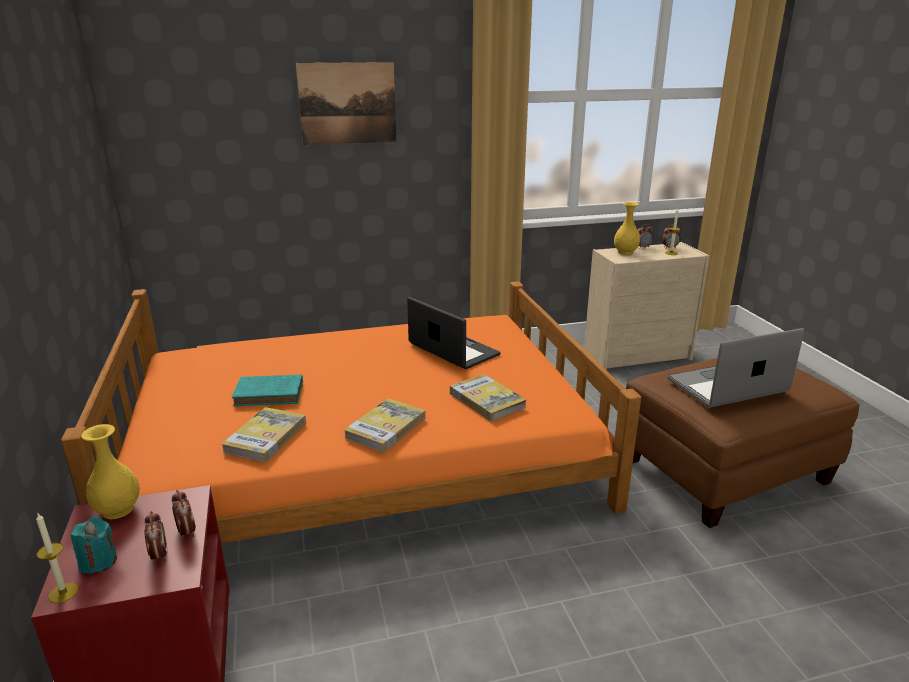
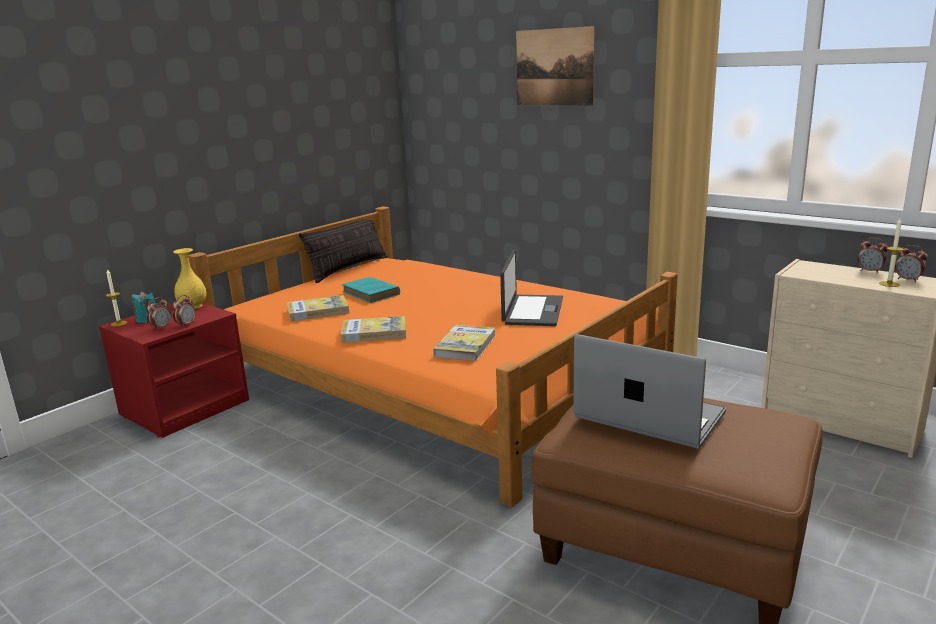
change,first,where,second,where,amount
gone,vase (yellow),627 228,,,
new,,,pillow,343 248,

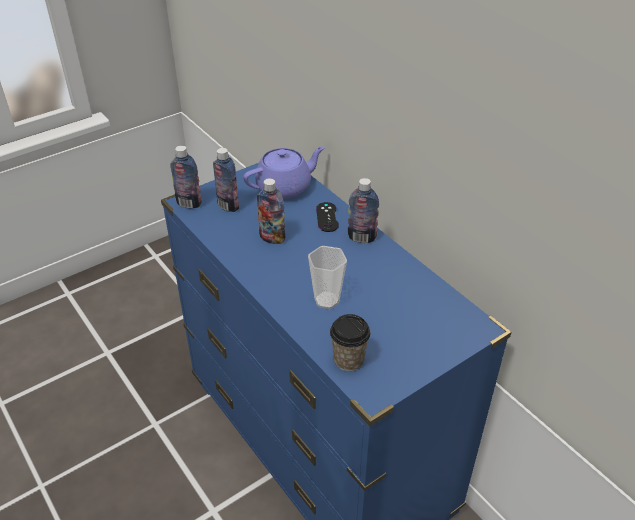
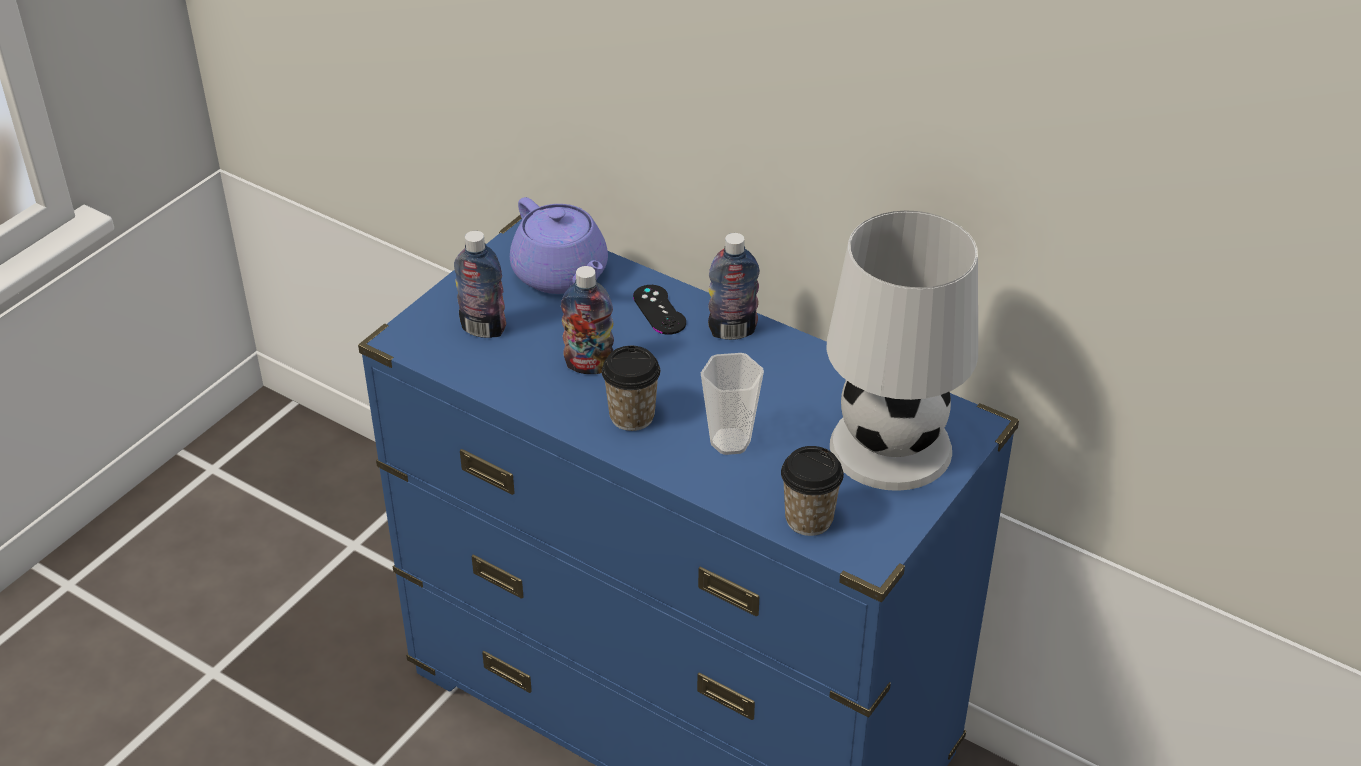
change,first,where,second,where,amount
gone,bottle,186 176,,,
rotated,teapot (purple),284 172,,559 245,105 degrees clockwise
new,,,table lamp (white),902 350,
new,,,cup,631 388,

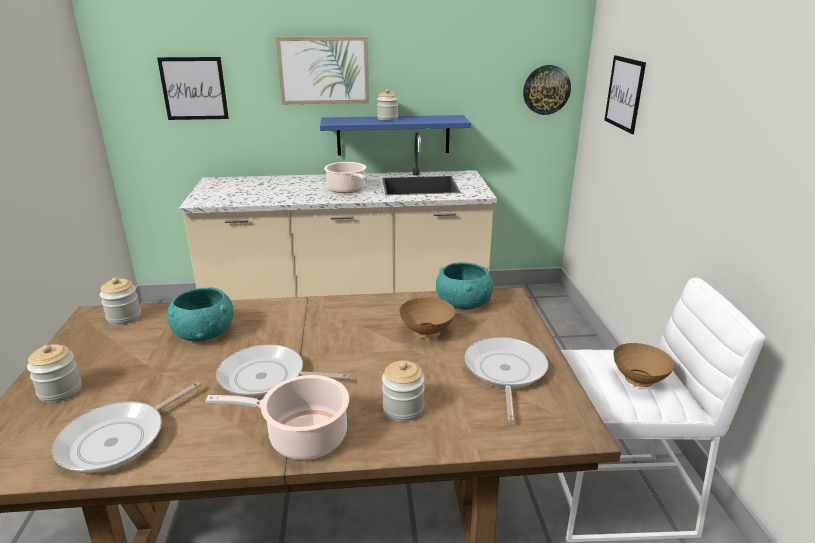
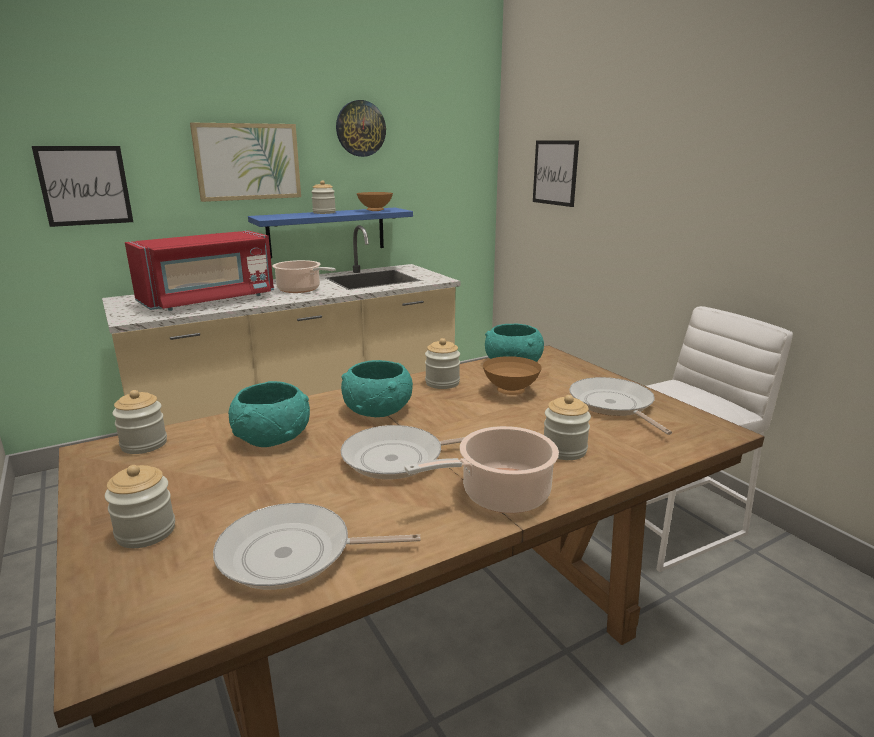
change,first,where,second,where,amount
shifted,wall clock,547 90,,361 128,
shifted,bowl (brown),644 365,,375 201,
rotated,frying pan,126 427,,317 546,75 degrees clockwise
new,,,microwave (red),199 271,
new,,,jar,442 363,
new,,,bowl (turquoise),377 388,

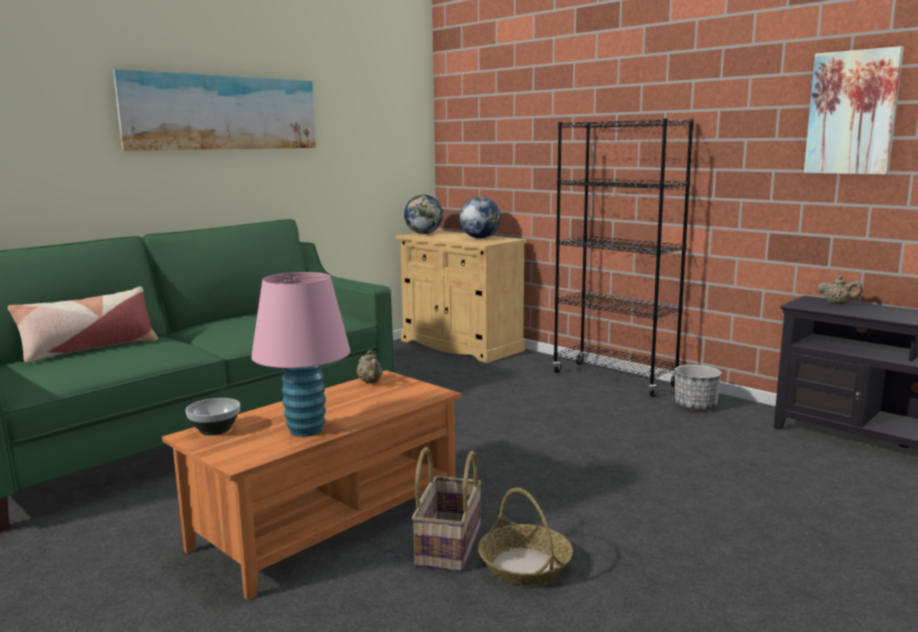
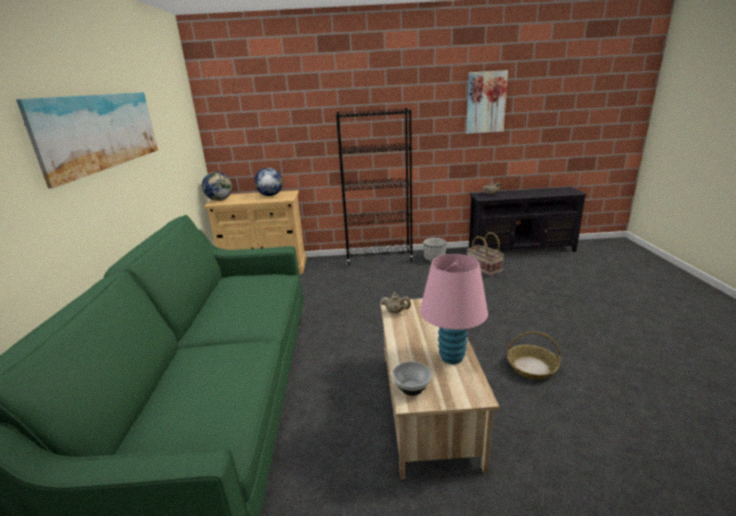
change,first,where,second,where,amount
gone,pillow,83 325,,,
repainted,coffee table (orange),312 485,coffee table (beige),439 388,
shifted,basket,447 509,,485 254,

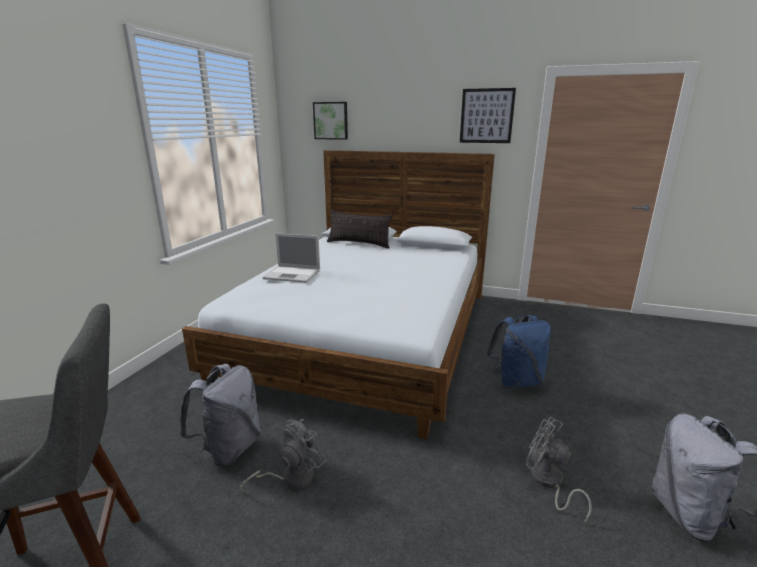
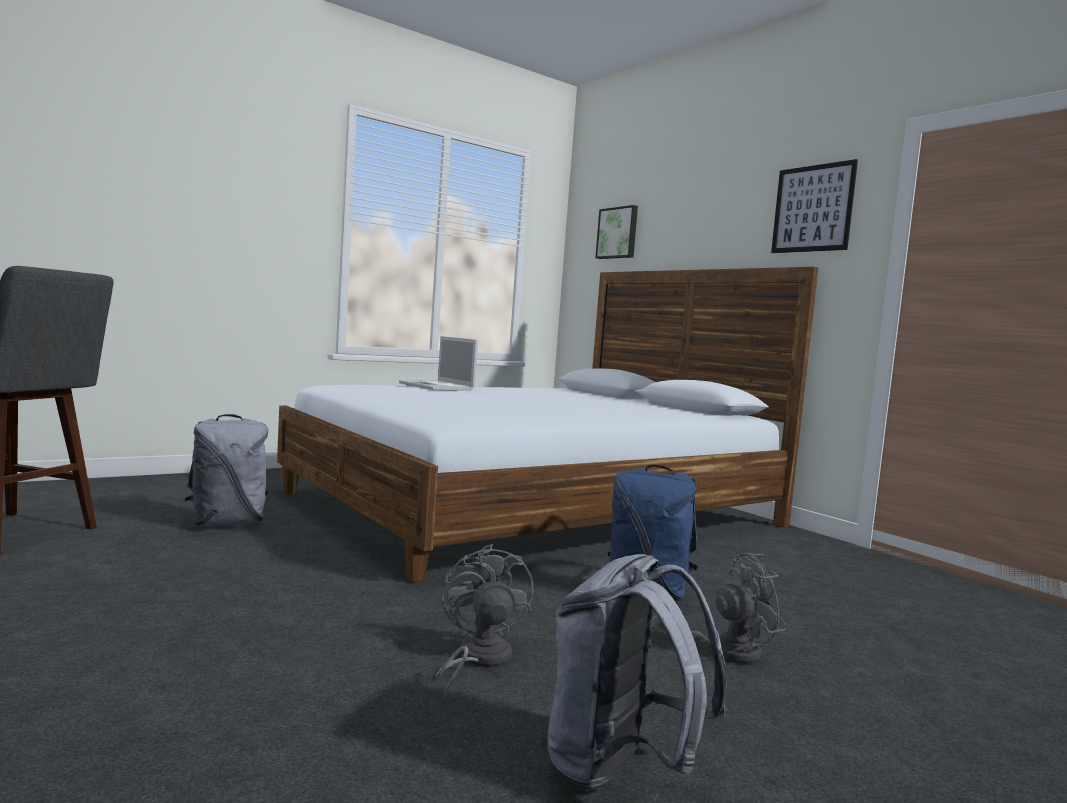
change,first,where,second,where,amount
gone,pillow,360 229,,,
shifted,fan (grey),283 455,,718 608,

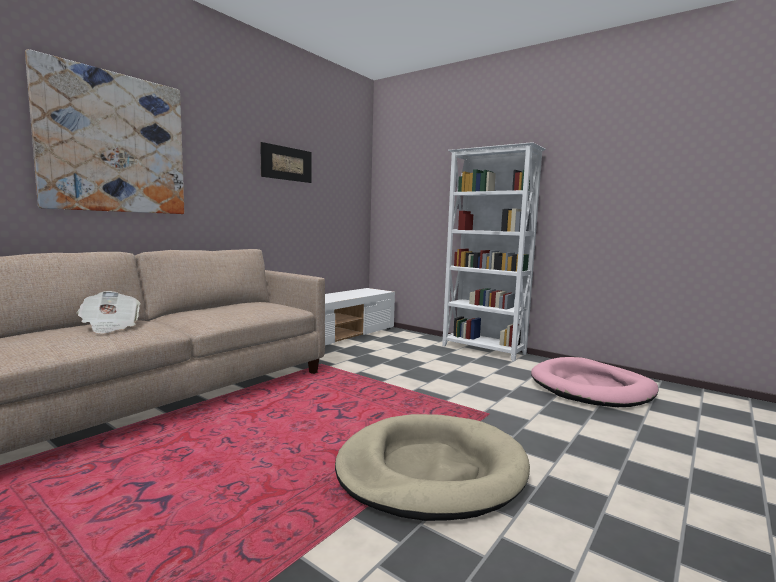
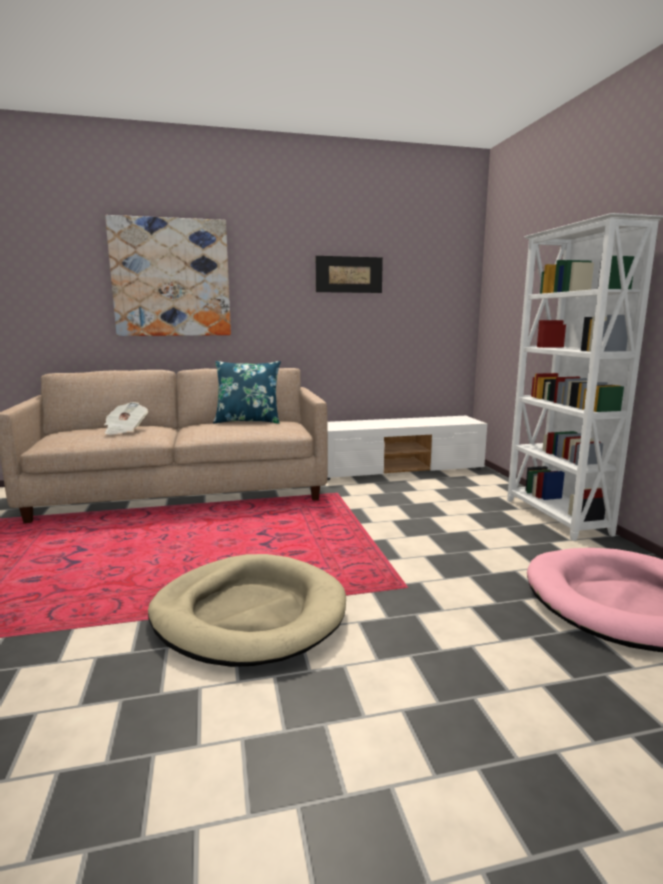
change,first,where,second,where,amount
new,,,pillow (blue),247 392,

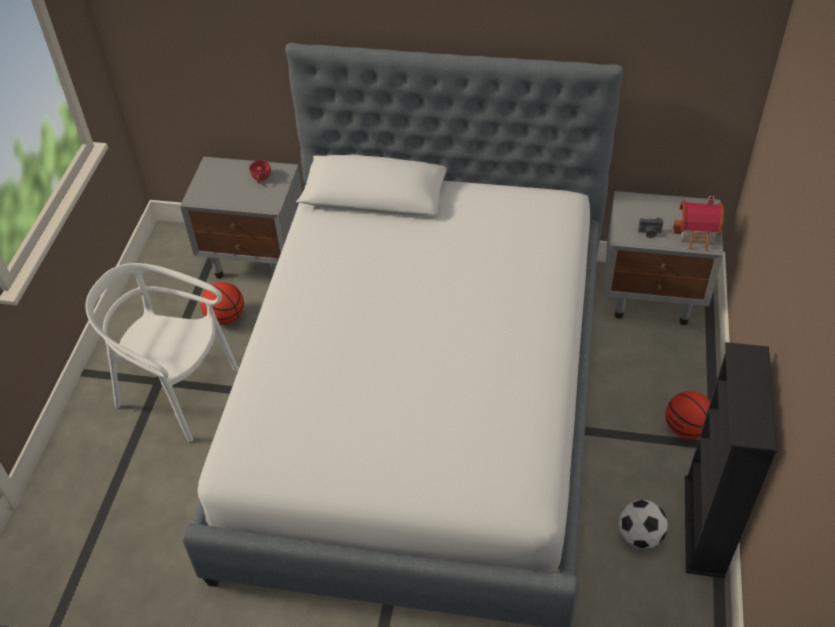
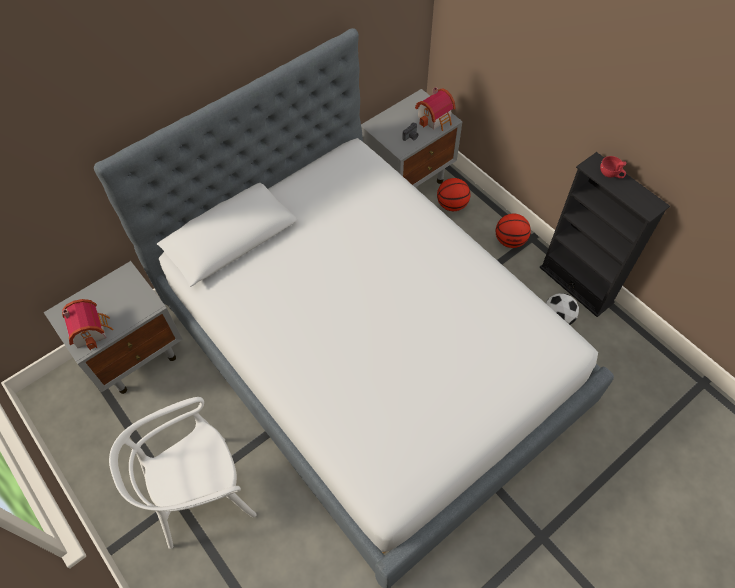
change,first,where,second,where,amount
shifted,cup (red),260 172,,613 167,
shifted,basketball,222 303,,453 194,
new,,,toy house,87 324,

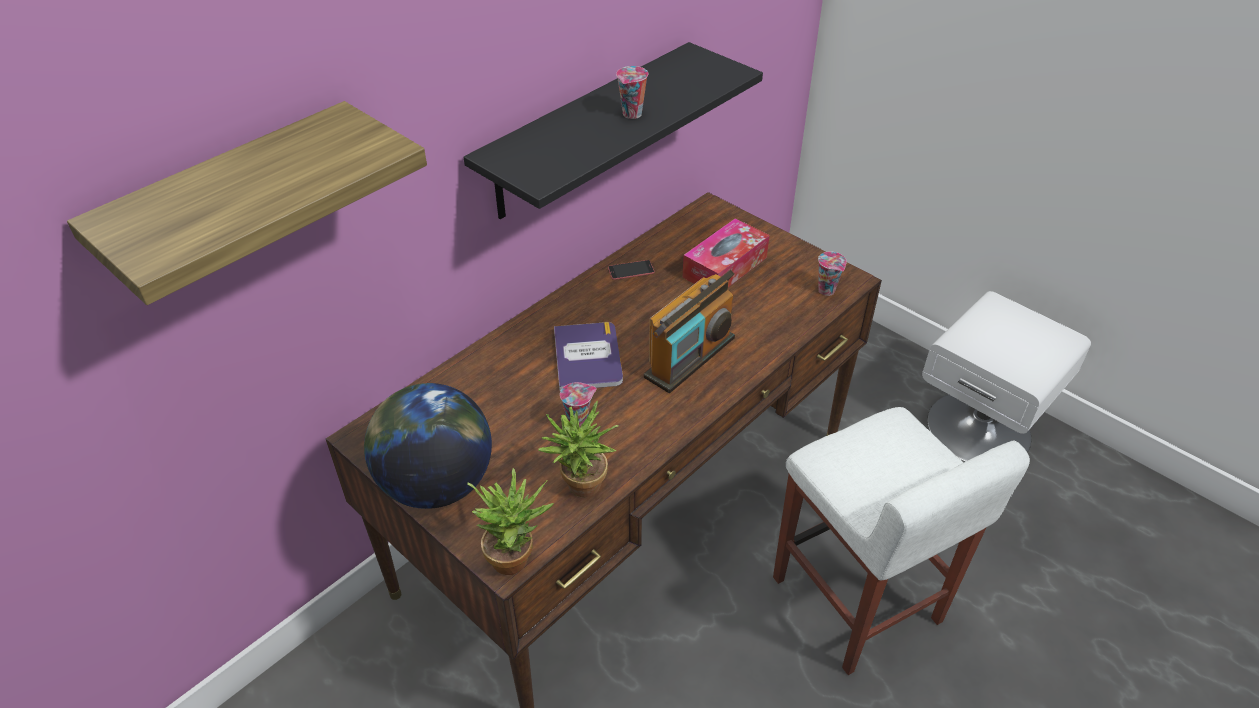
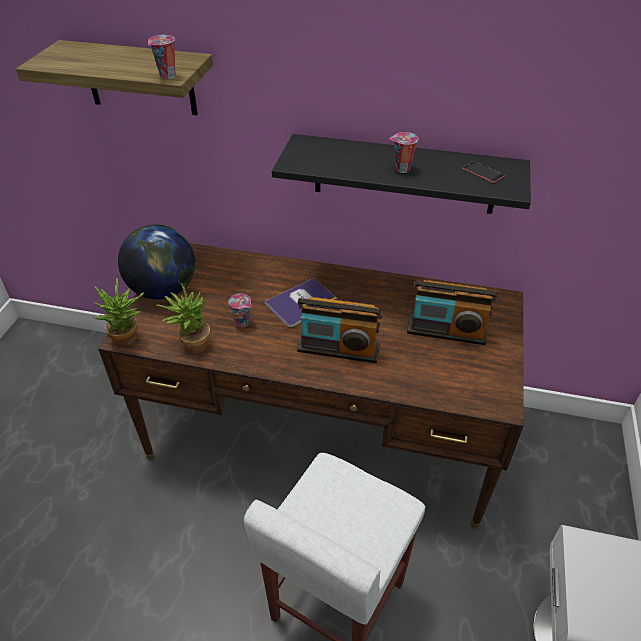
change,first,where,second,where,amount
swapped,tissue box,726 252,radio,452 312,
shifted,cup,832 274,,161 57,
shifted,phone,631 270,,483 172,

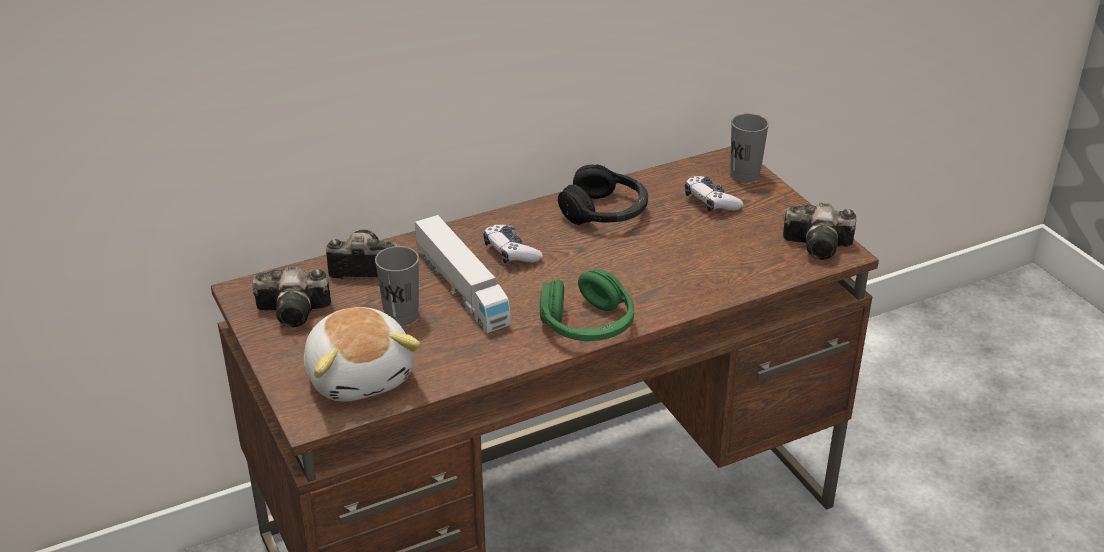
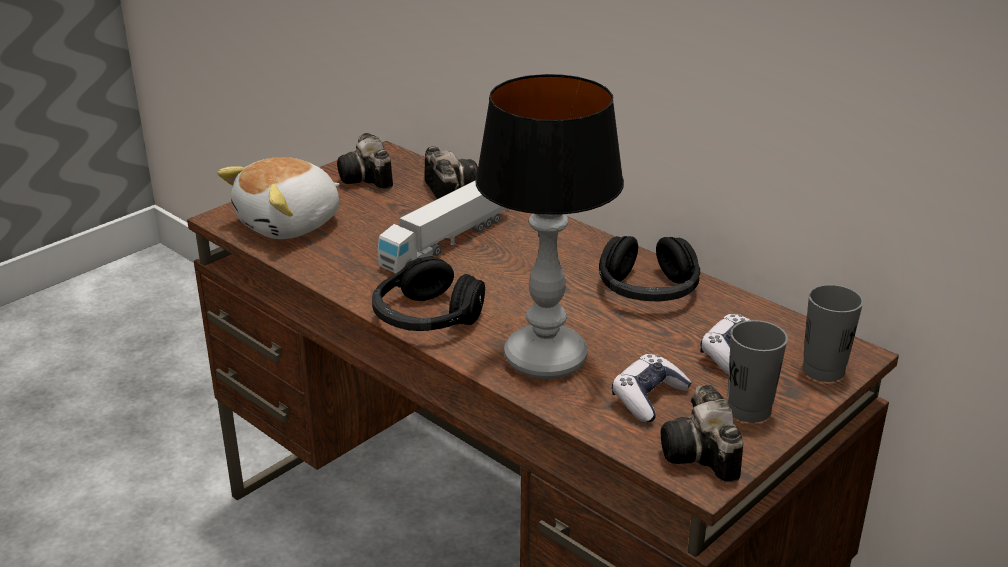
change,first,where,second,where,amount
shifted,game controller,513 244,,652 388,
shifted,cup (grey),397 286,,758 371,
repainted,headphones (green),587 305,headphones (black),428 294,
new,,,table lamp,549 226,

